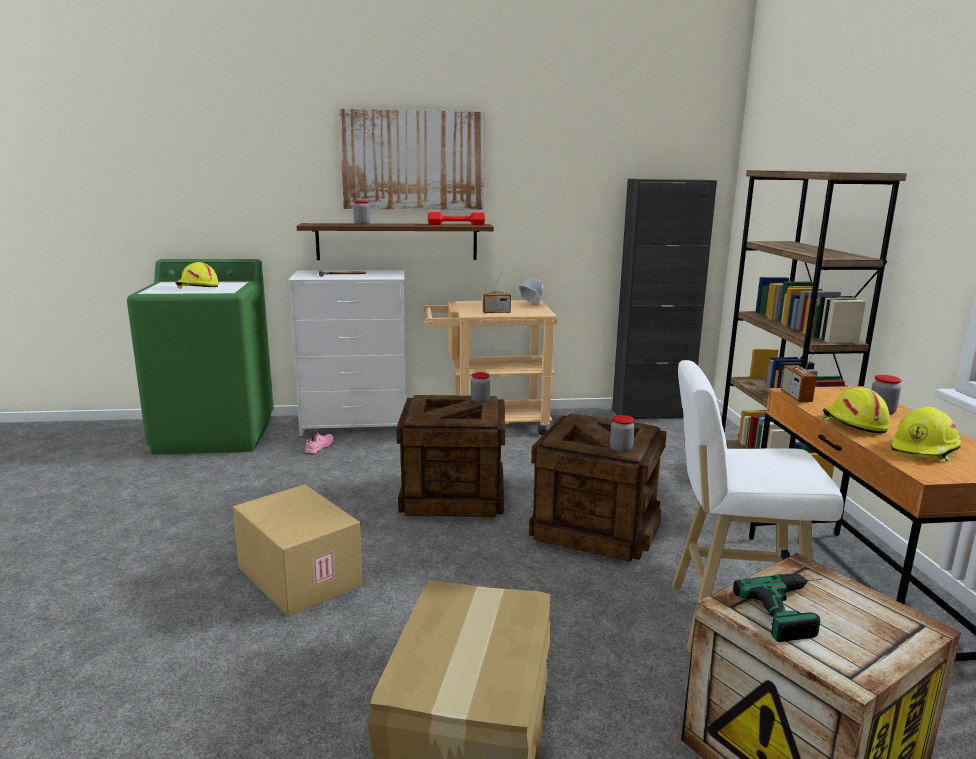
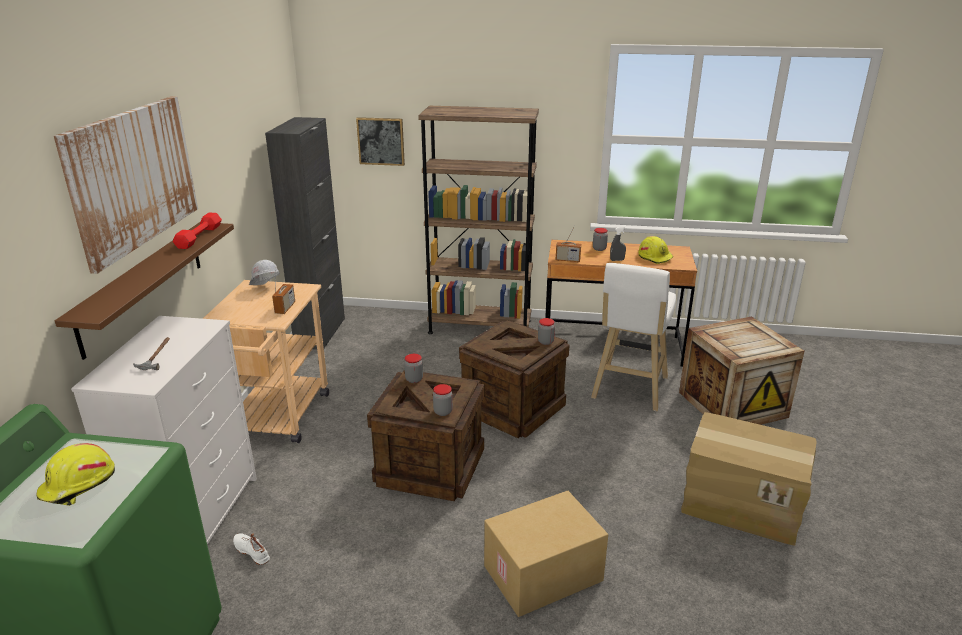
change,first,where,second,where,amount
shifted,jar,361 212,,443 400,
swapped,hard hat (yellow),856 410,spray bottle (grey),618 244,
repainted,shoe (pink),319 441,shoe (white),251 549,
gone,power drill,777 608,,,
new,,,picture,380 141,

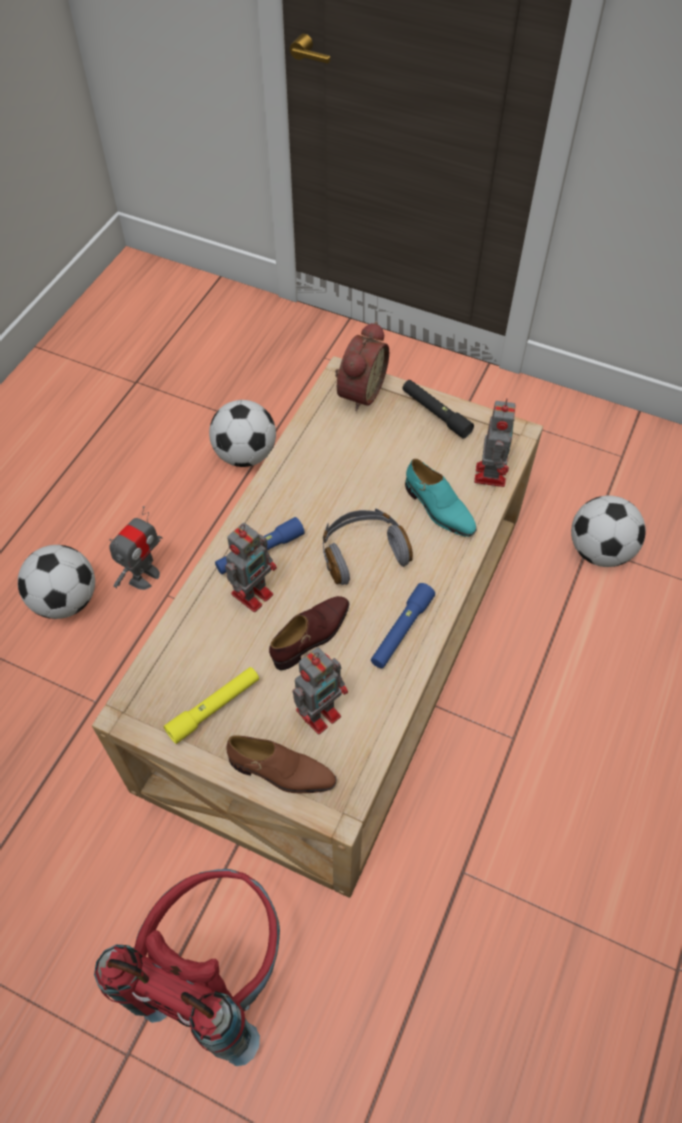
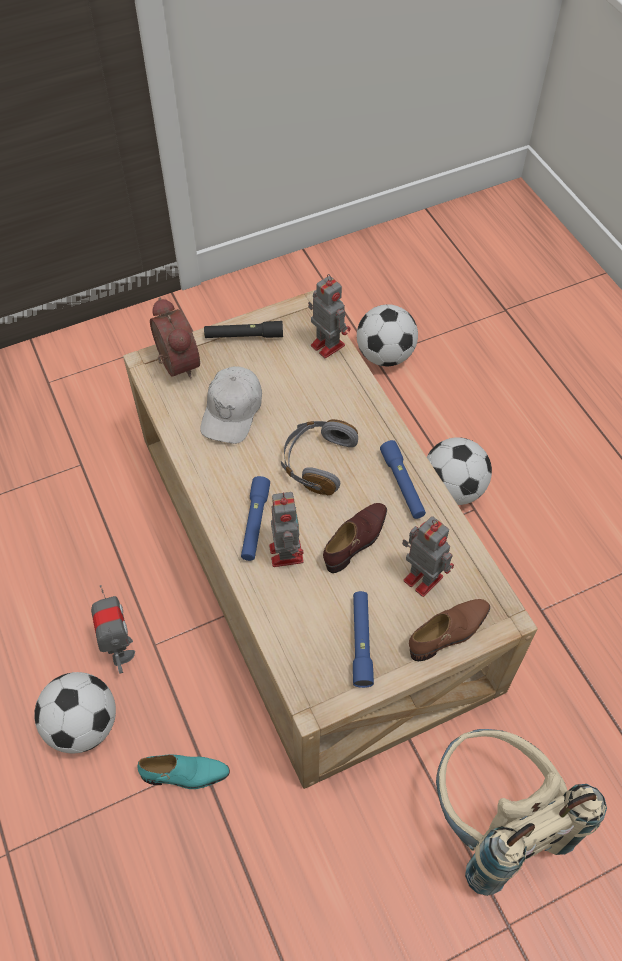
change,first,where,second,where,amount
shifted,football,242 433,,459 471,
shifted,shoe (turquoise),441 498,,184 771,
rotated,shoe (brown),309 633,,355 538,45 degrees clockwise
rotated,toy robot,320 690,,428 556,45 degrees counterclockwise
repainted,flashlight (yellow),211 705,flashlight (blue),363 639,
repainted,backpack (red),187 967,backpack (beige),521 812,
new,,,cap (white),231 405,

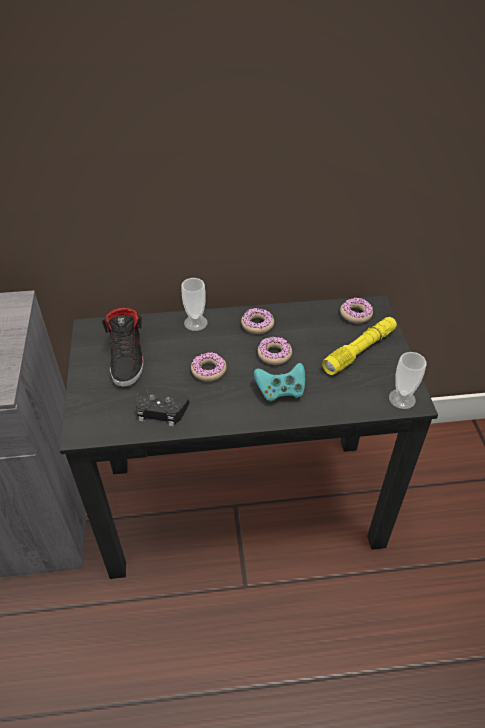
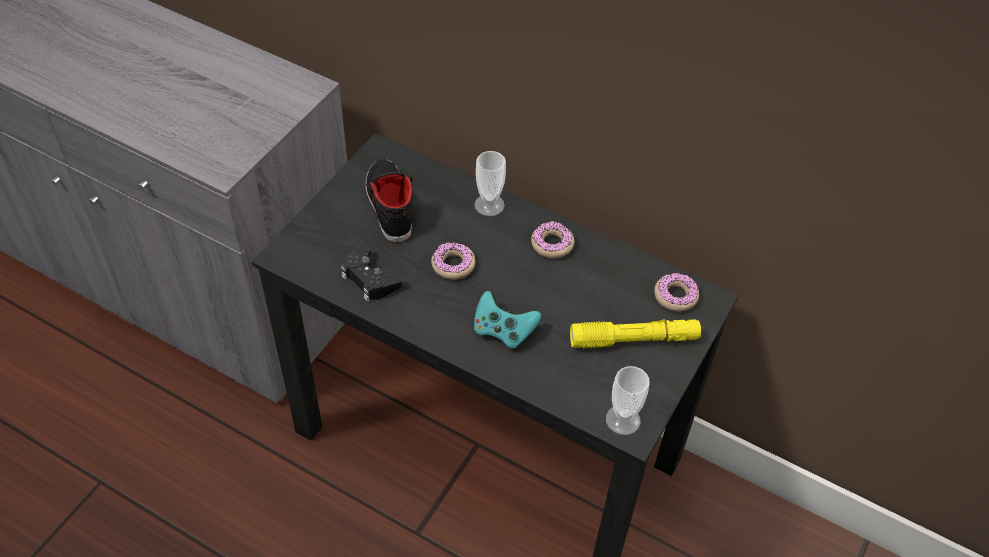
change,first,where,second,where,amount
rotated,shoe (black),122 347,,389 201,135 degrees clockwise
gone,donut,275 351,,,

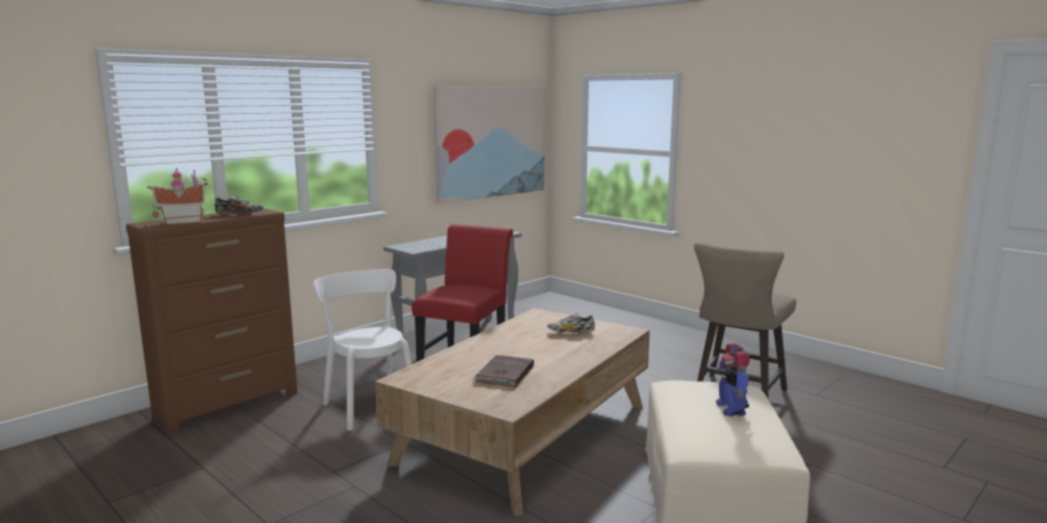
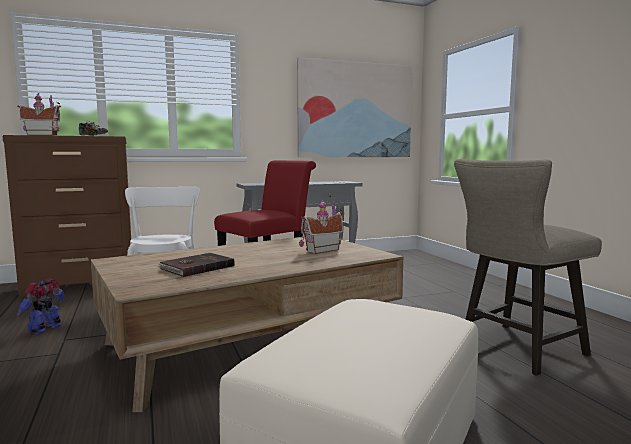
change,first,where,second,where,amount
swapped,shoe,571 323,toy house,321 226,
shifted,toy robot,733 380,,41 306,

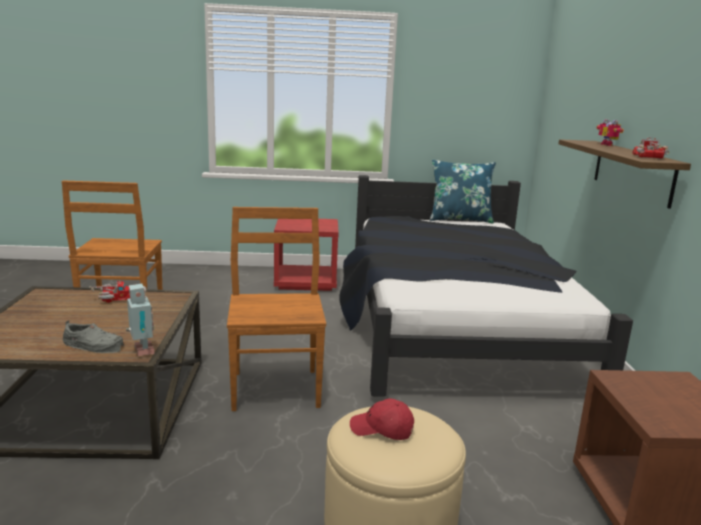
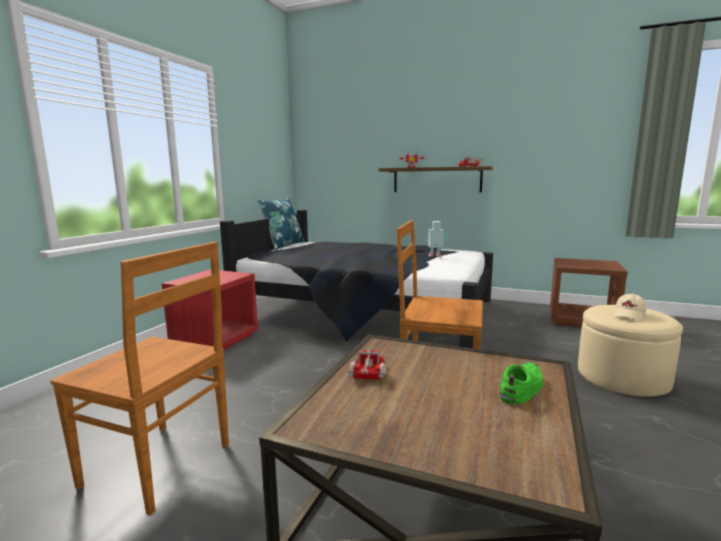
change,first,where,second,where,amount
shifted,toy robot,140 320,,436 239,
repainted,shoe (grey),93 336,shoe (green),521 383,
repainted,cap (red),382 419,cap (beige),629 307,

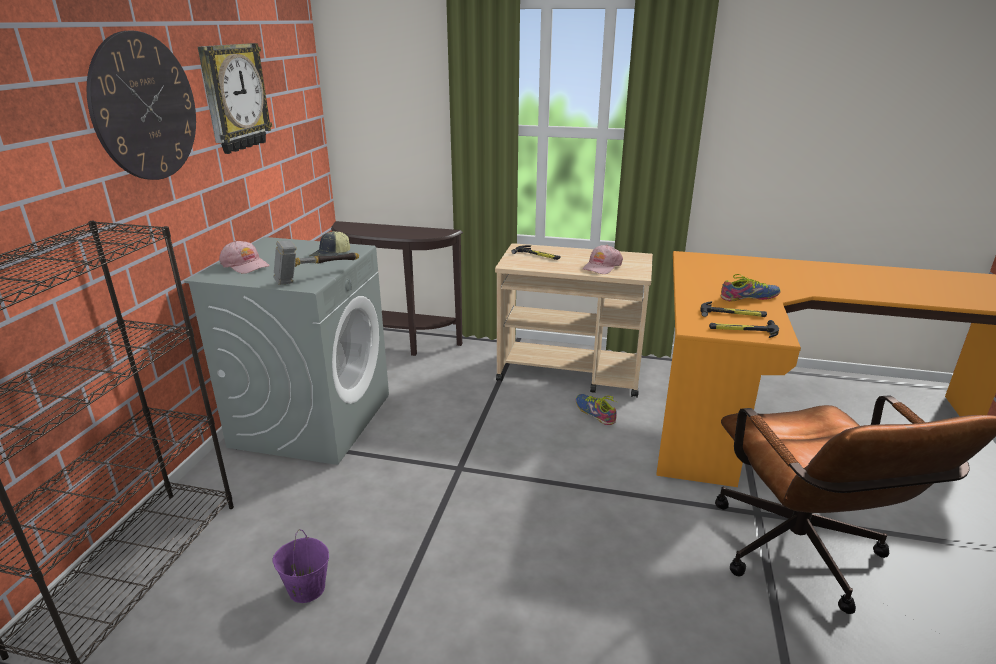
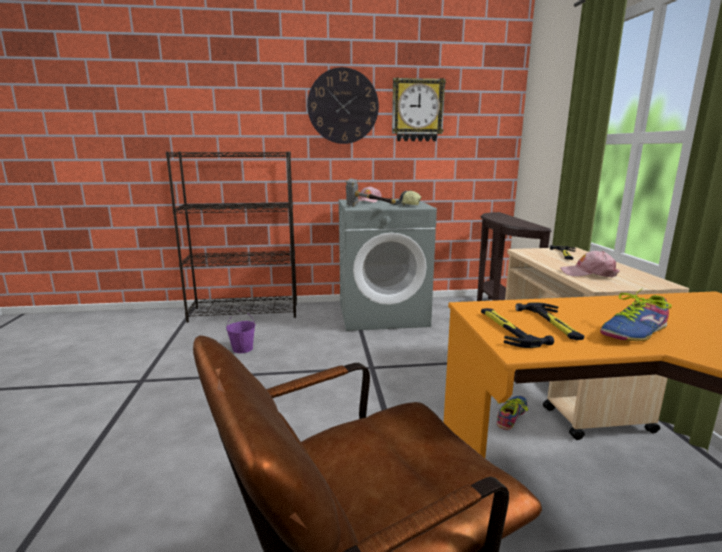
change,first,where,second,where,amount
rotated,shoe,750 287,,636 314,90 degrees clockwise

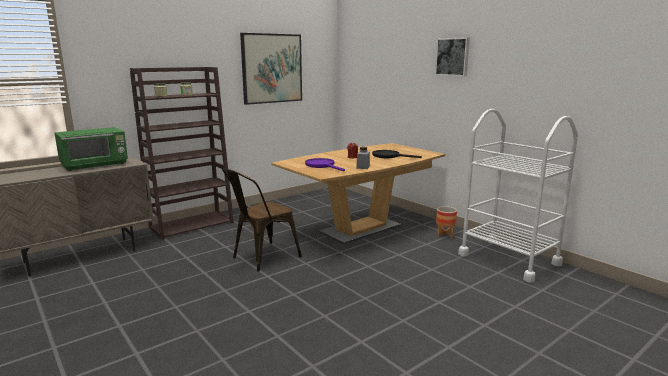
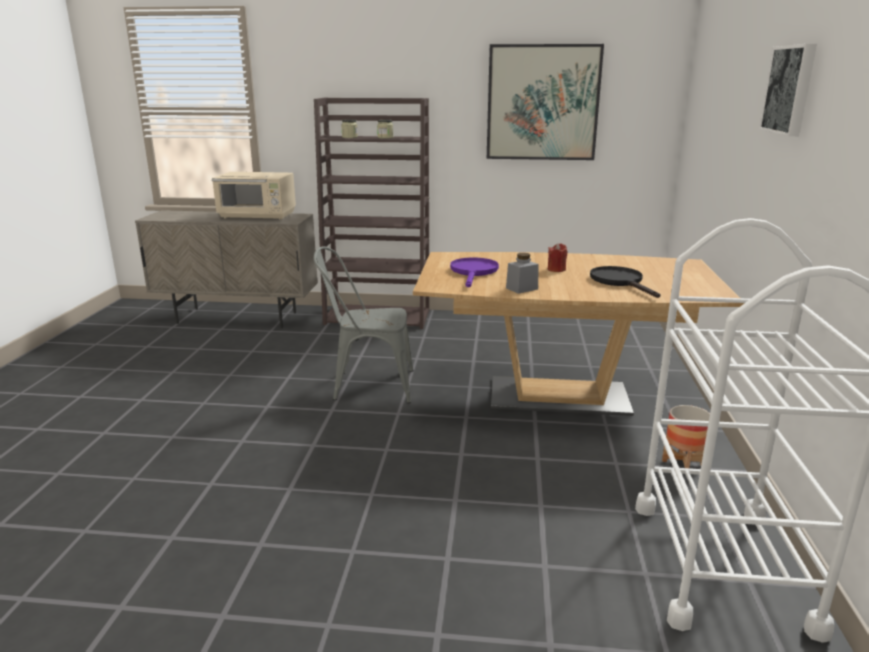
change,first,where,second,where,amount
repainted,microwave (green),91 149,microwave (beige),254 196,
repainted,chair (brown),262 220,chair (grey),363 324,

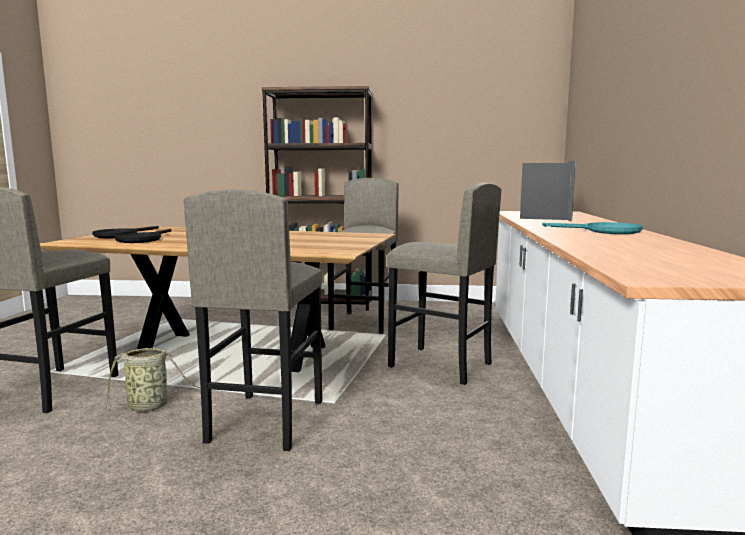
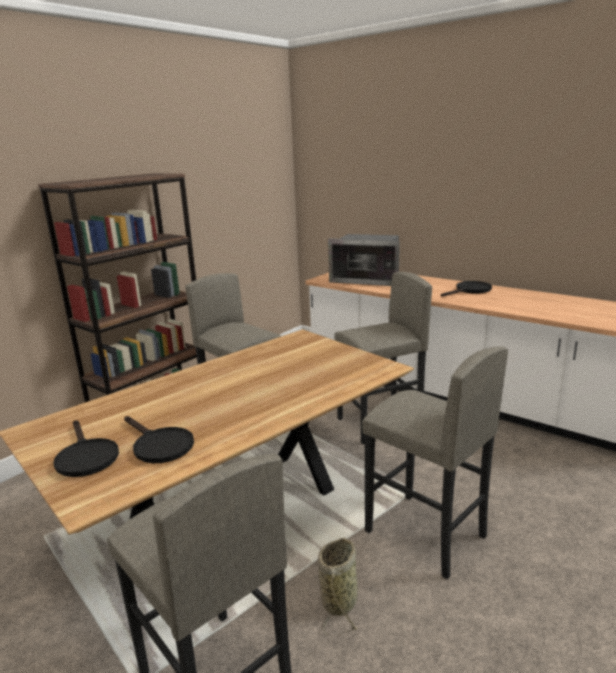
change,first,where,second,where,amount
rotated,microwave,548 191,,364 260,150 degrees clockwise
repainted,frying pan (turquoise),592 228,frying pan (black),466 289,

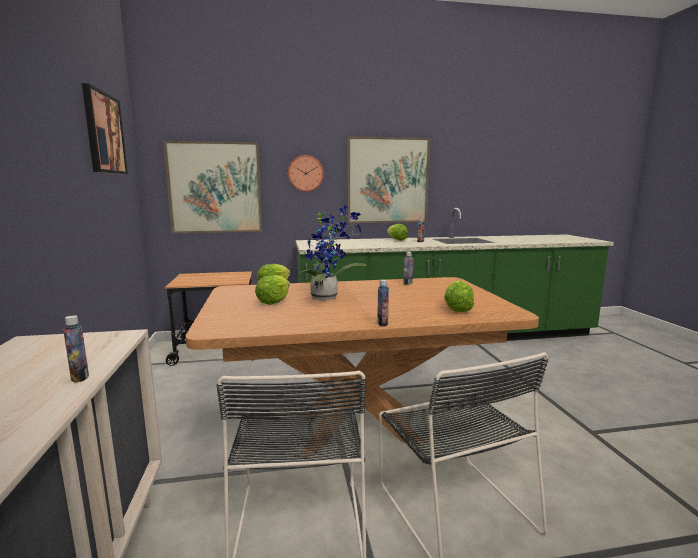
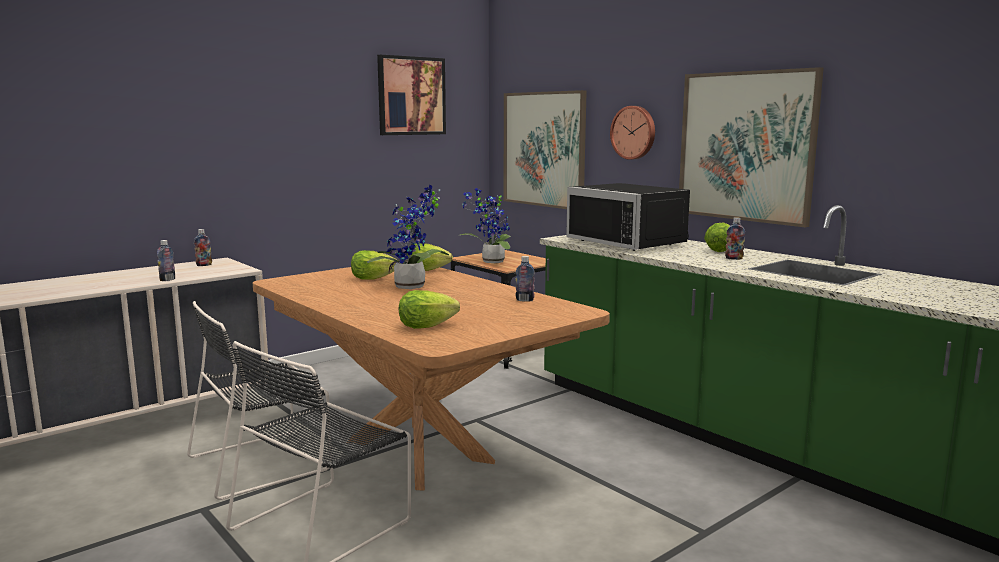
change,first,where,second,where,amount
shifted,bottle,383 302,,203 247,
new,,,microwave (black),628 217,
new,,,potted plant,485 225,

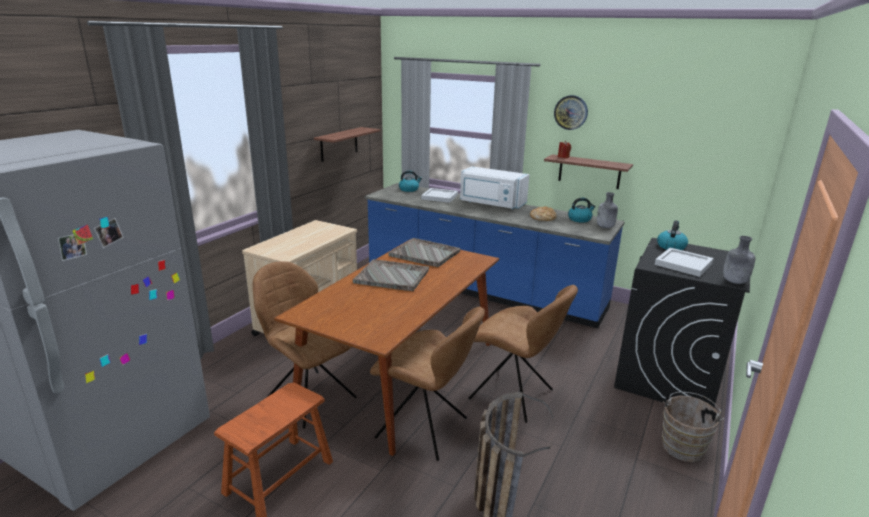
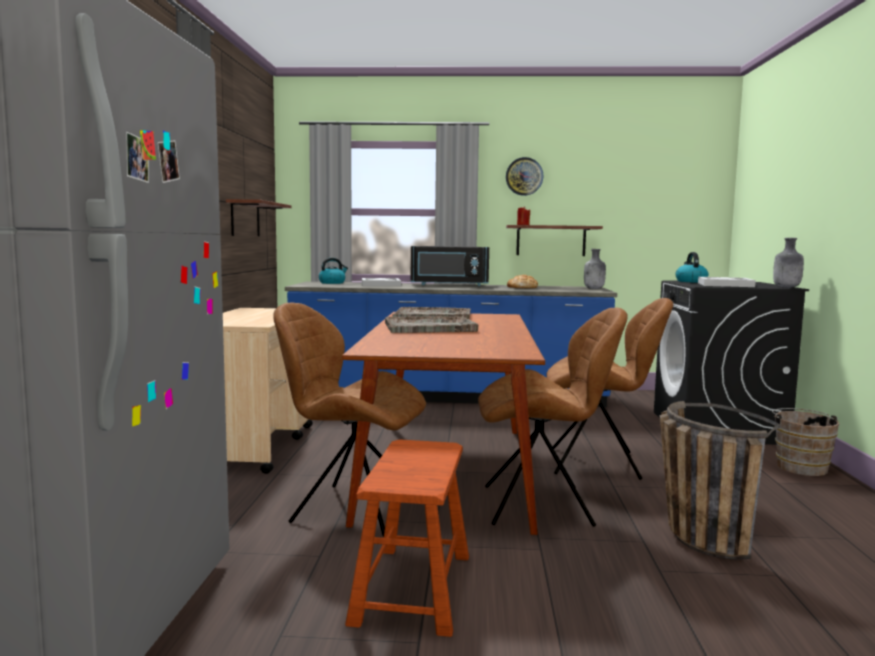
change,first,where,second,where,amount
repainted,microwave (white),495 187,microwave (black),450 266,
gone,kettle,582 210,,,

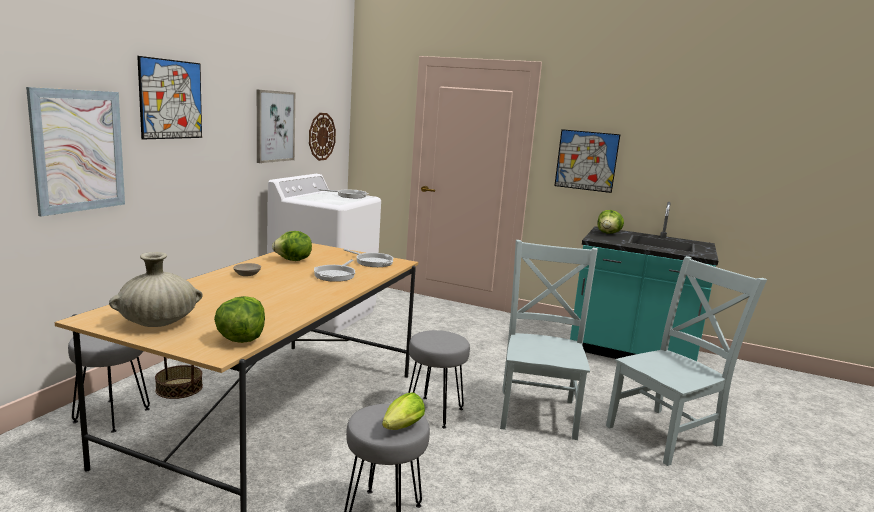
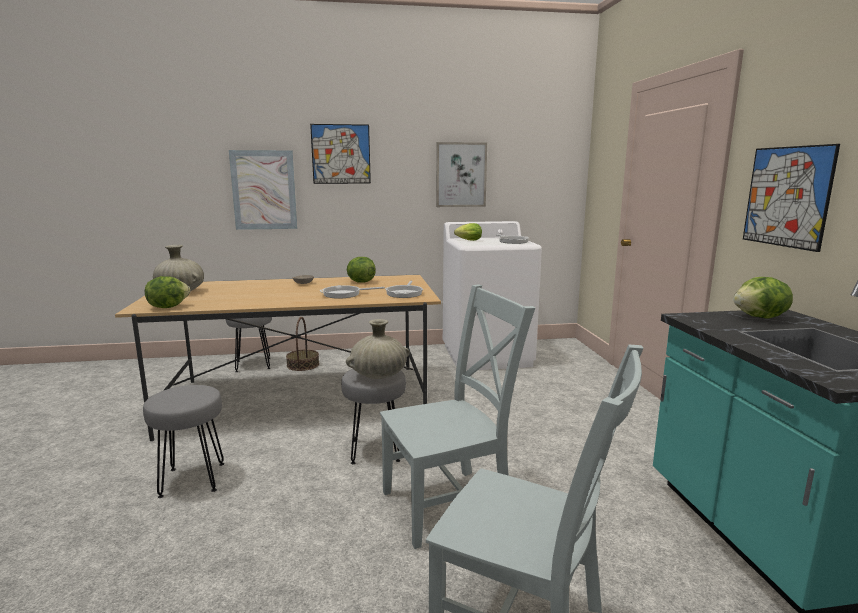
change,first,where,second,where,amount
gone,wall clock,322 137,,,
shifted,lettuce,403 411,,468 232,
new,,,vase (beige),378 349,

